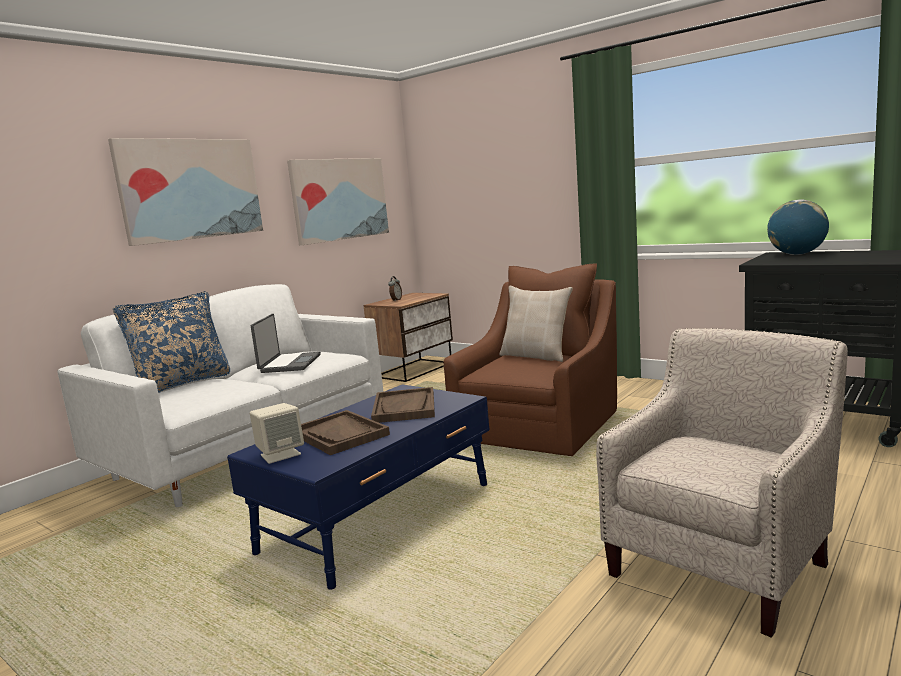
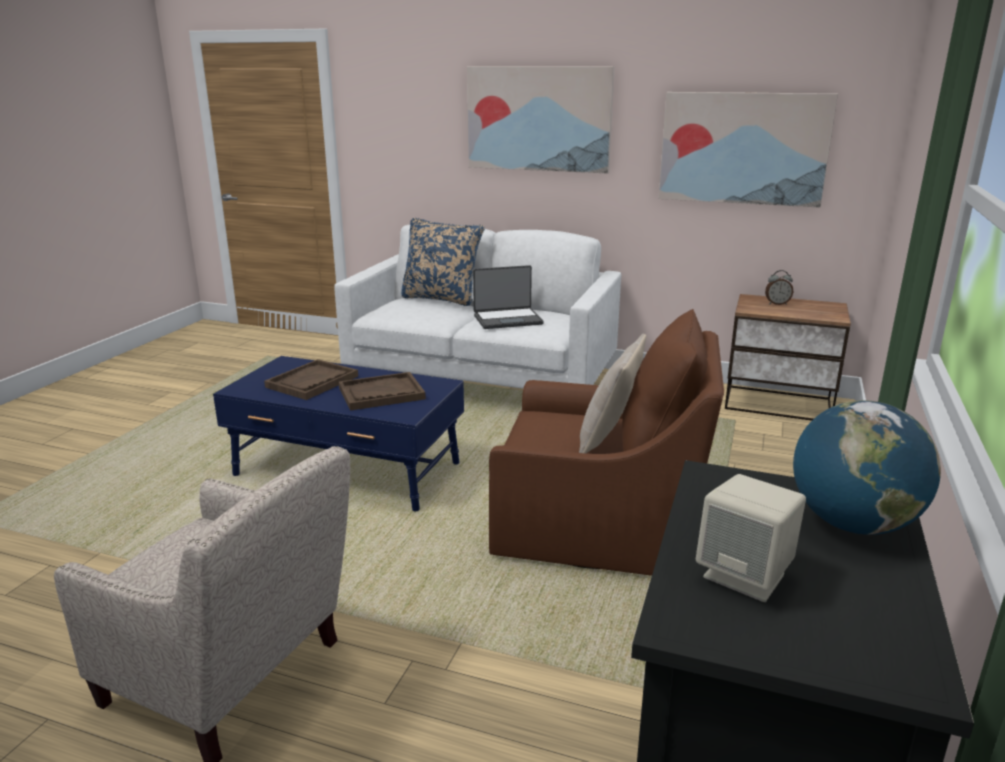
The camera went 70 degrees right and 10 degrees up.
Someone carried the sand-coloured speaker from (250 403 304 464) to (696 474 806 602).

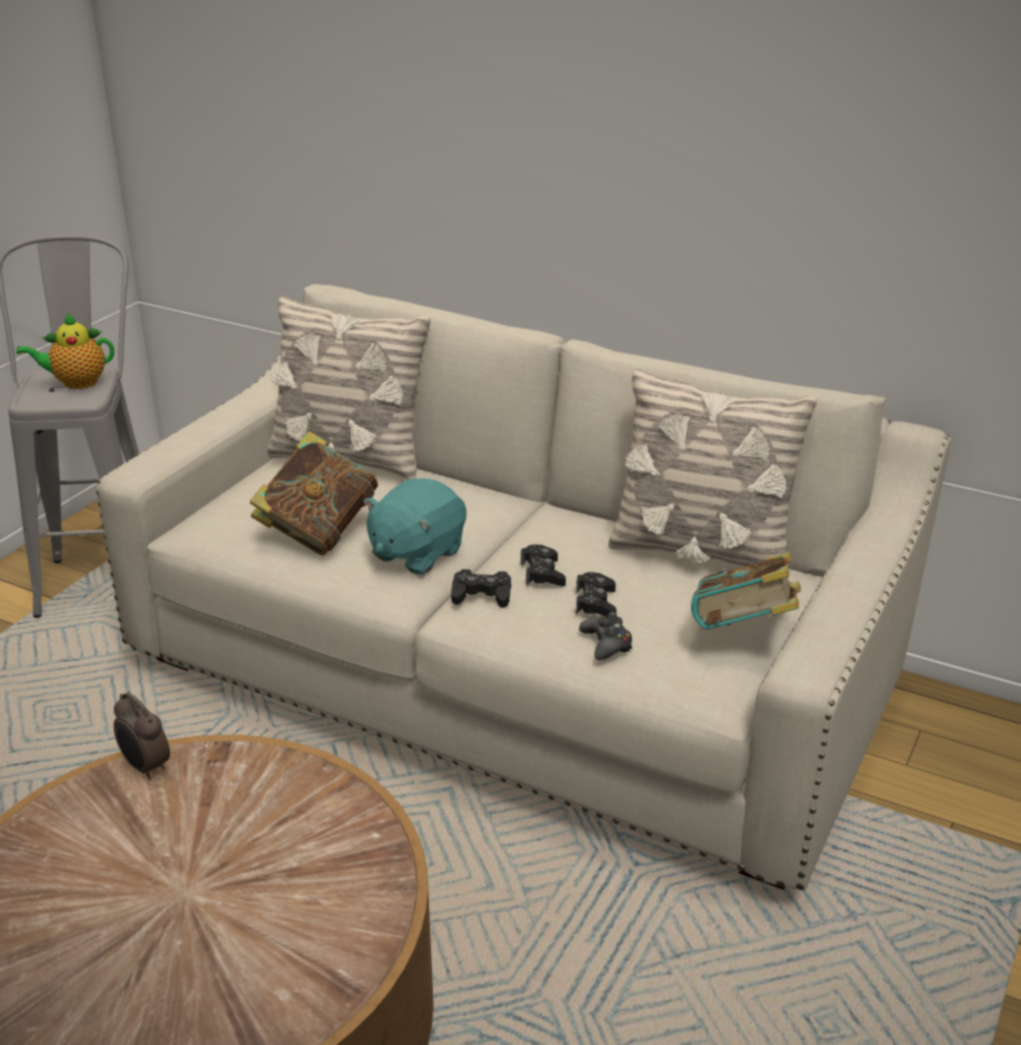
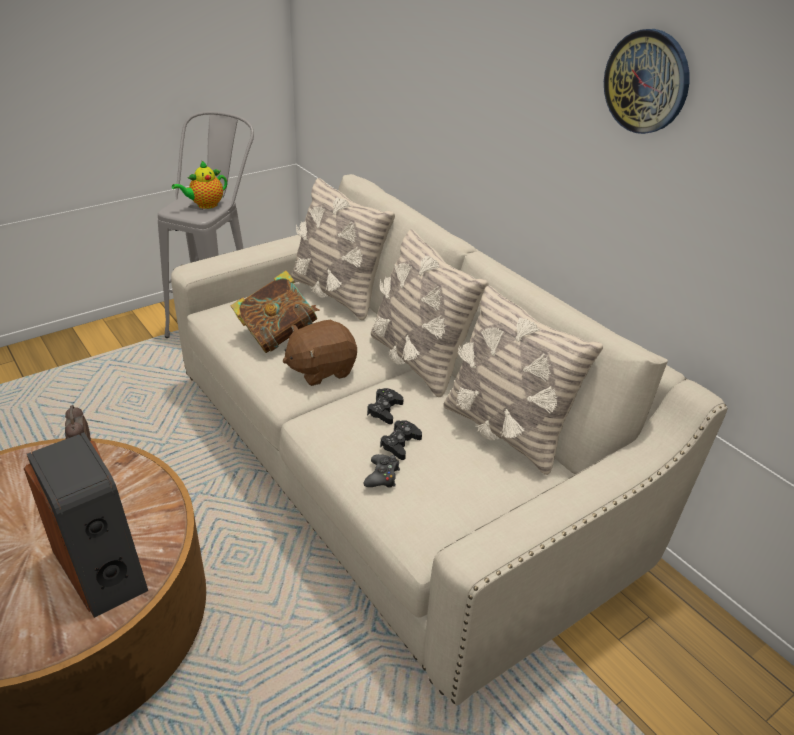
The camera went 25 degrees right and 5 degrees up.
Someone took away the black-coloured game controller at (451 569 511 608).
Someone took away the volume at (691 552 801 630).
Someone put down the speaker at (24 433 148 618).
Someone put down the sand-coloured cushion at (371 229 489 397).
Someone put up the wall clock at (604 29 689 134).
Someone repainted the turquoise-coloured cuddly toy at (363 478 467 575), which became the brown cuddly toy at (283 320 357 386).
Someone rotated the teapot at (17 313 114 389) by 45 degrees counterclockwise.

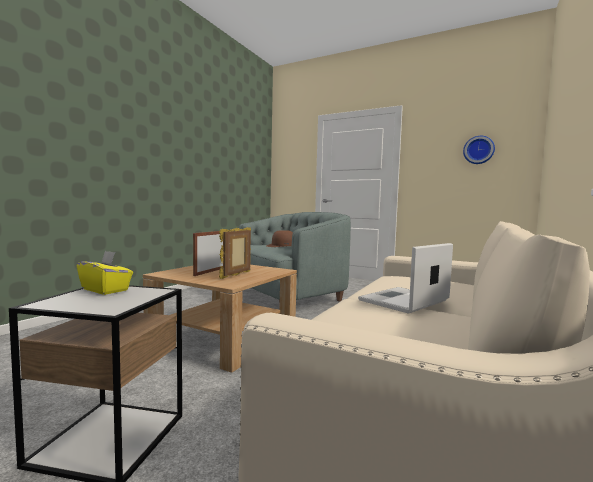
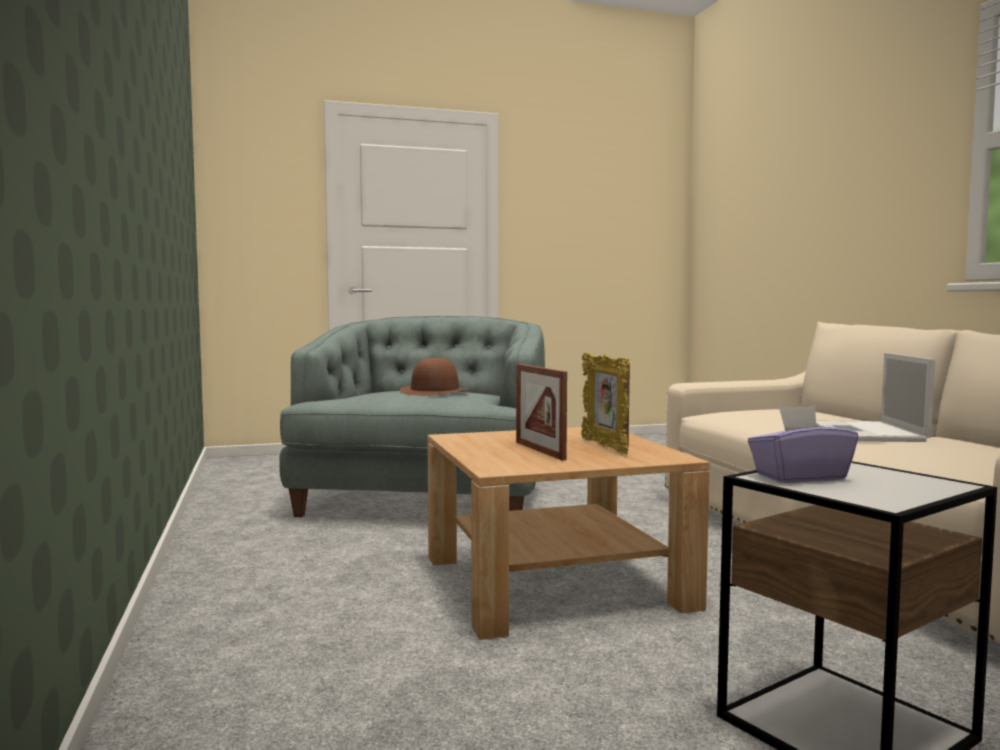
The camera went 45 degrees left and 0 degrees up.
Someone took away the wall clock at (463 136 495 164).
Someone repainted the yellow box of tissues at (77 251 133 295), which became the purple box of tissues at (748 406 859 483).

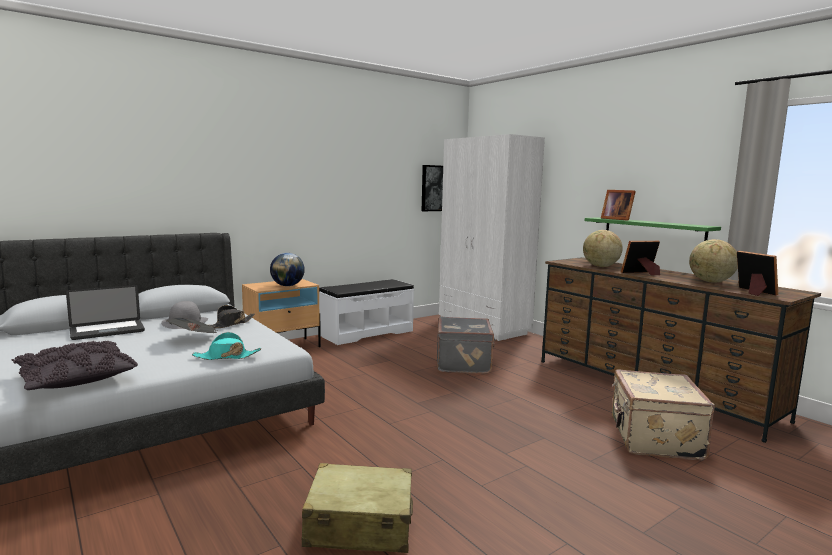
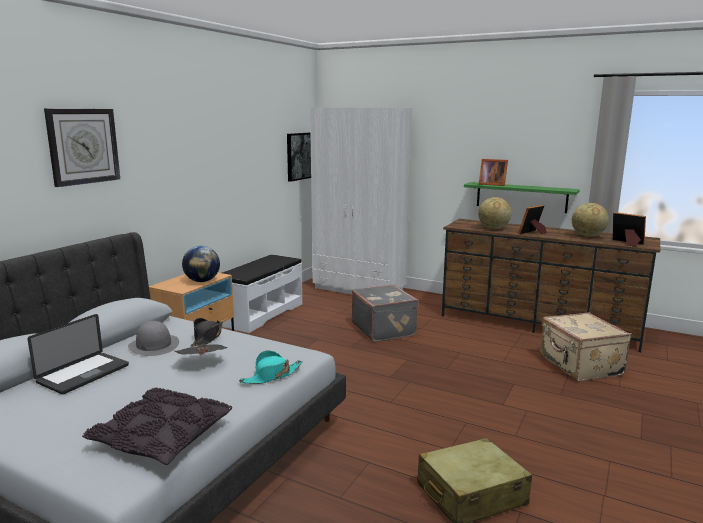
The camera went 25 degrees left and 5 degrees up.
Someone put up the wall clock at (44 109 120 187).

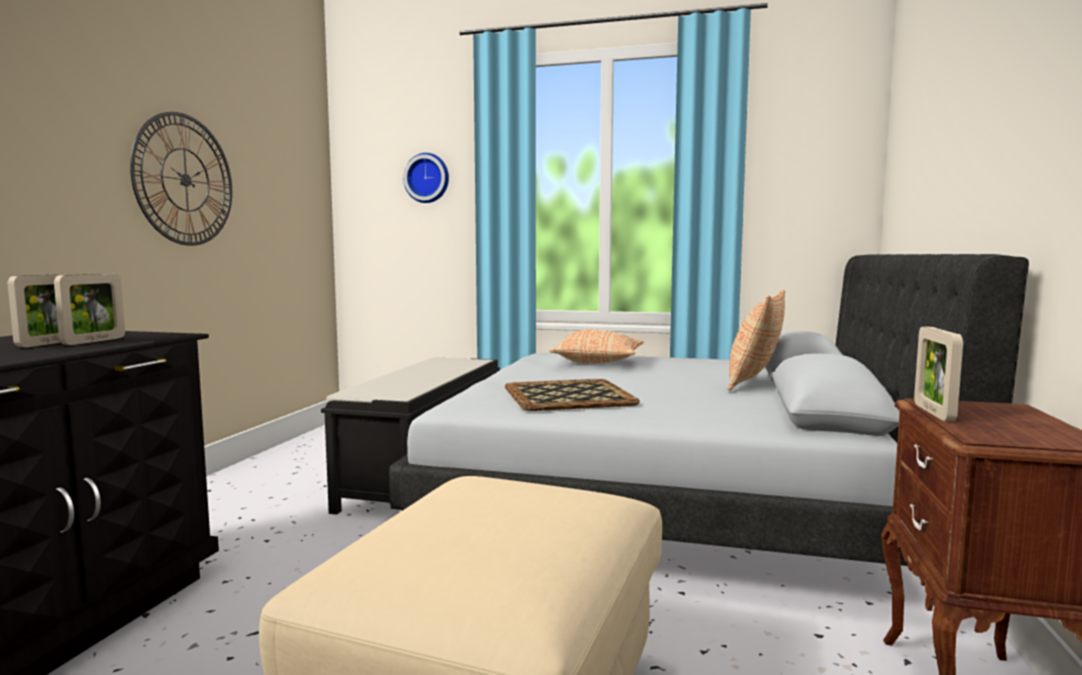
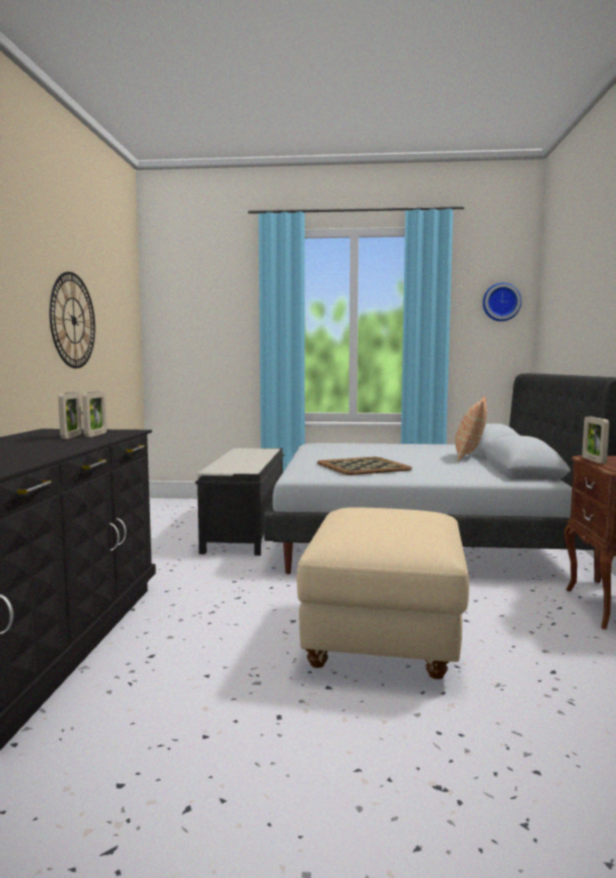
The camera went 10 degrees left and 0 degrees up.
Someone took away the sand-coloured cushion at (549 329 644 363).
Someone carried the wall clock from (403 153 449 203) to (483 283 522 321).

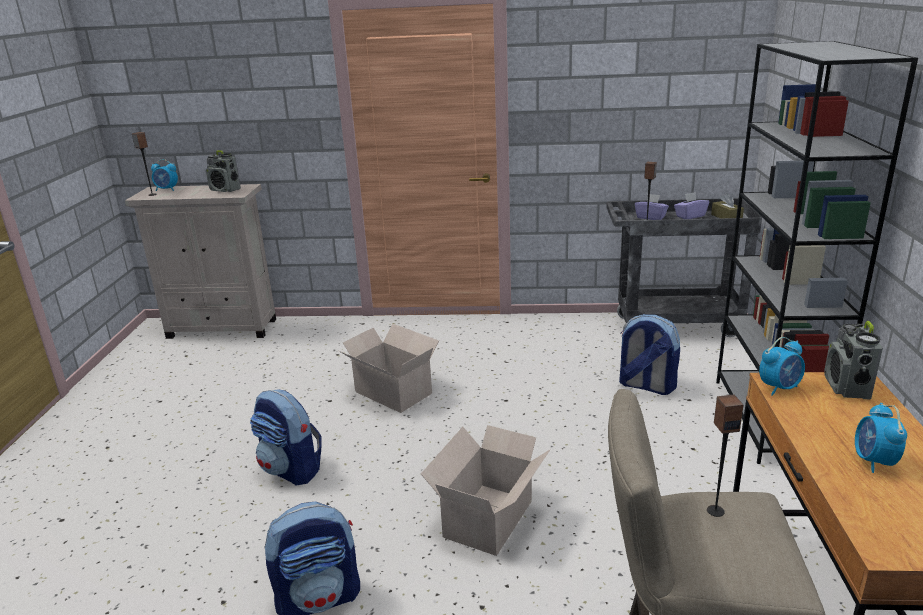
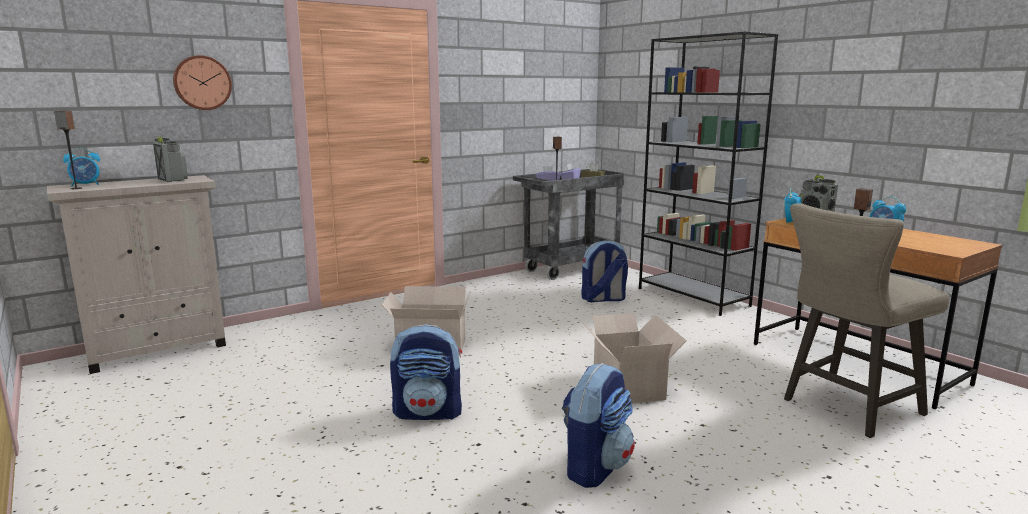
The camera went 40 degrees left and 10 degrees down.
Someone put up the wall clock at (173 55 232 110).
Someone rotated the radio at (206 150 241 192) by 120 degrees counterclockwise.

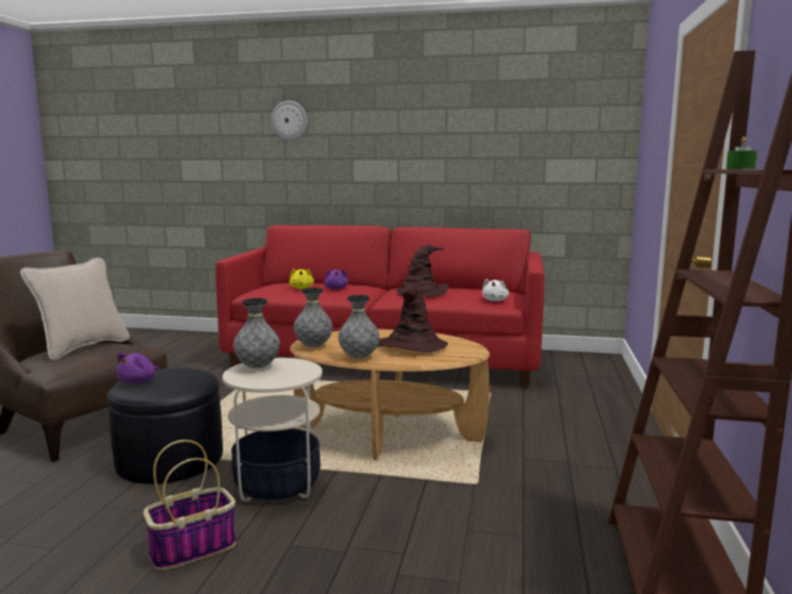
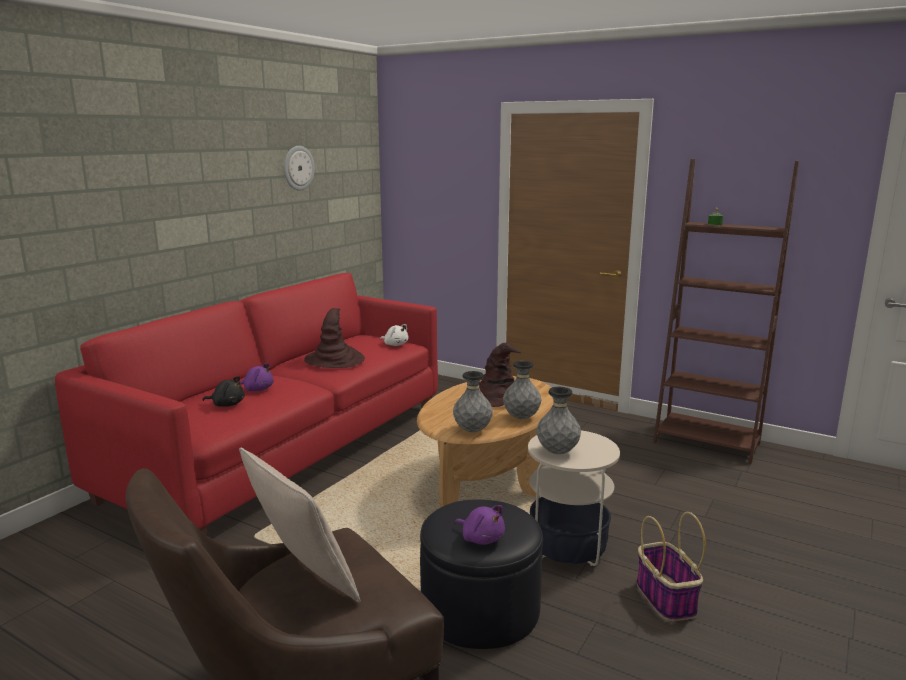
The camera went 70 degrees left and 5 degrees up.
Someone carried the wall clock from (271 101 308 141) to (284 146 315 191).
Someone repainted the yellow cuddly toy at (289 269 314 289), which became the black-coloured cuddly toy at (202 376 245 407).

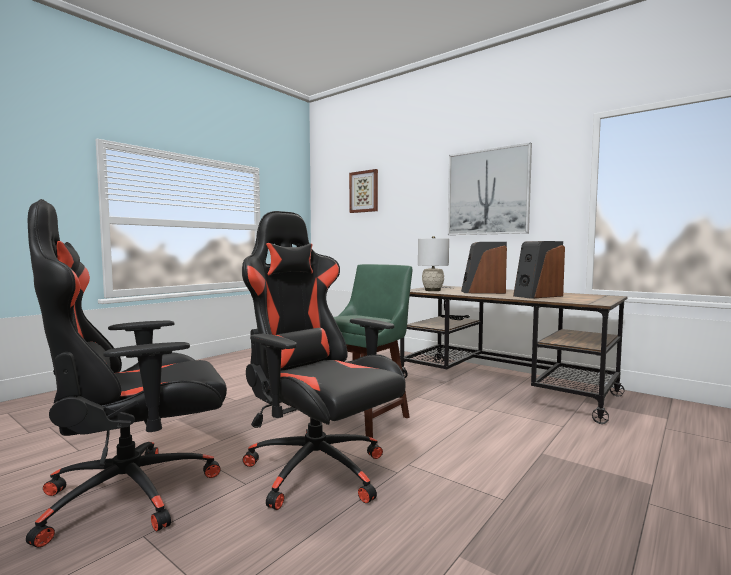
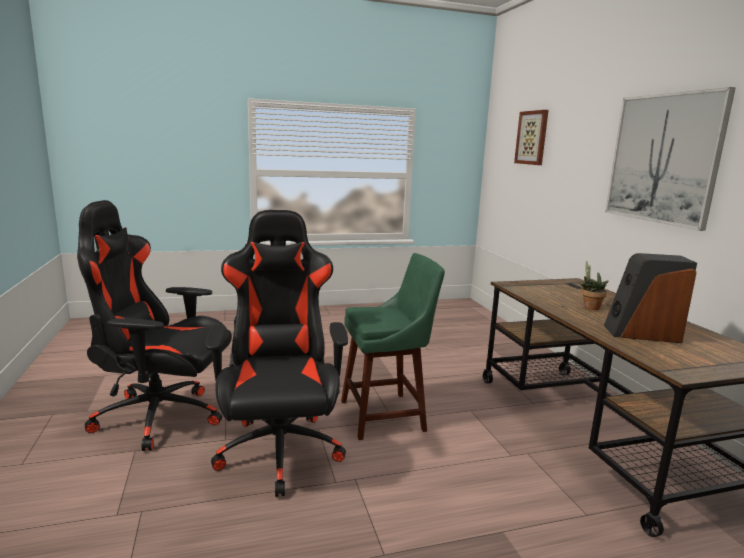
The camera went 35 degrees right and 10 degrees up.
Someone took away the whitish lamp for a table at (418 236 449 291).
Someone swapped the speaker at (461 242 507 294) for the potted plant at (579 261 609 310).

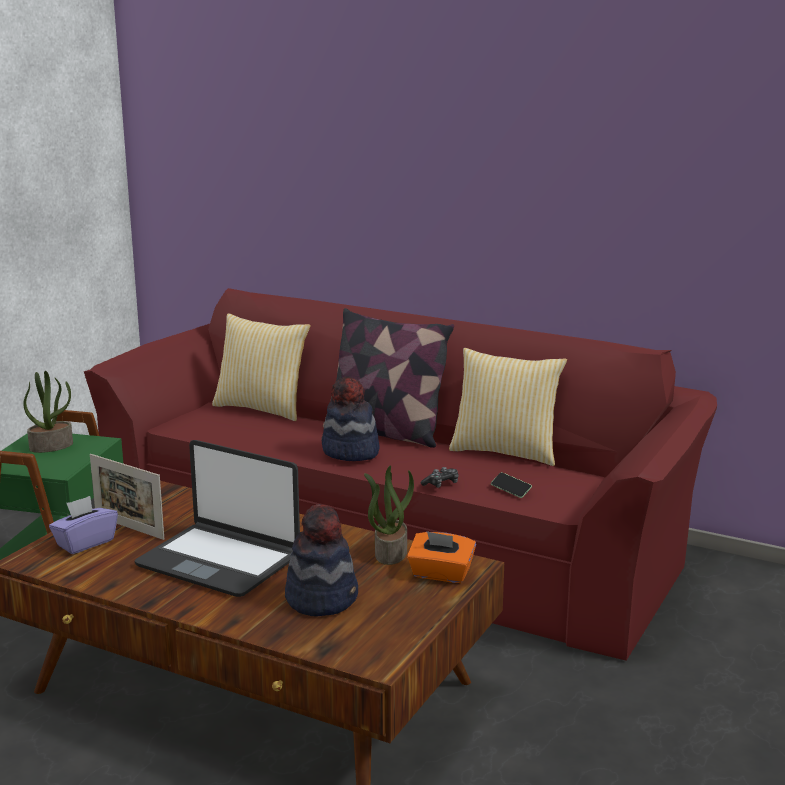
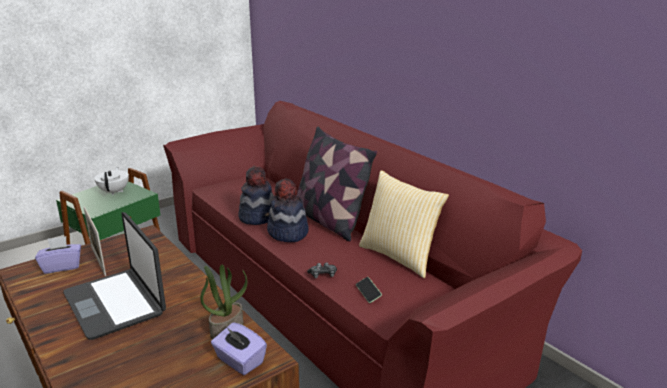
The camera went 25 degrees right and 5 degrees up.
Someone took away the cushion at (212 313 311 421).
Someone carried the clothing hat from (285 504 358 617) to (238 166 274 225).
Someone swapped the potted plant at (24 371 73 453) for the whitish teapot at (94 167 129 195).
Someone repainted the orange-coloured box of tissues at (407 531 476 583), which became the purple box of tissues at (211 323 267 375).

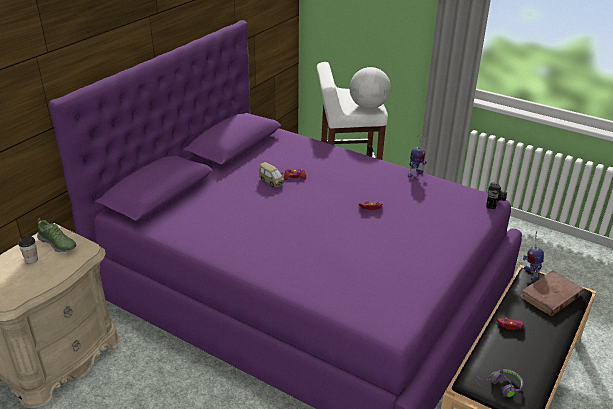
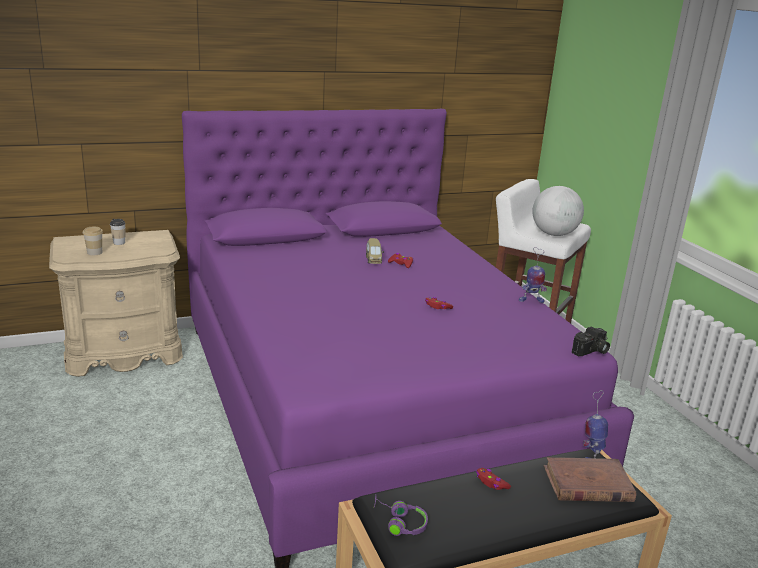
The camera went 35 degrees right and 10 degrees down.
Someone took away the item of footwear at (37 218 76 252).
Someone put down the drinking cup at (83 227 103 255).

